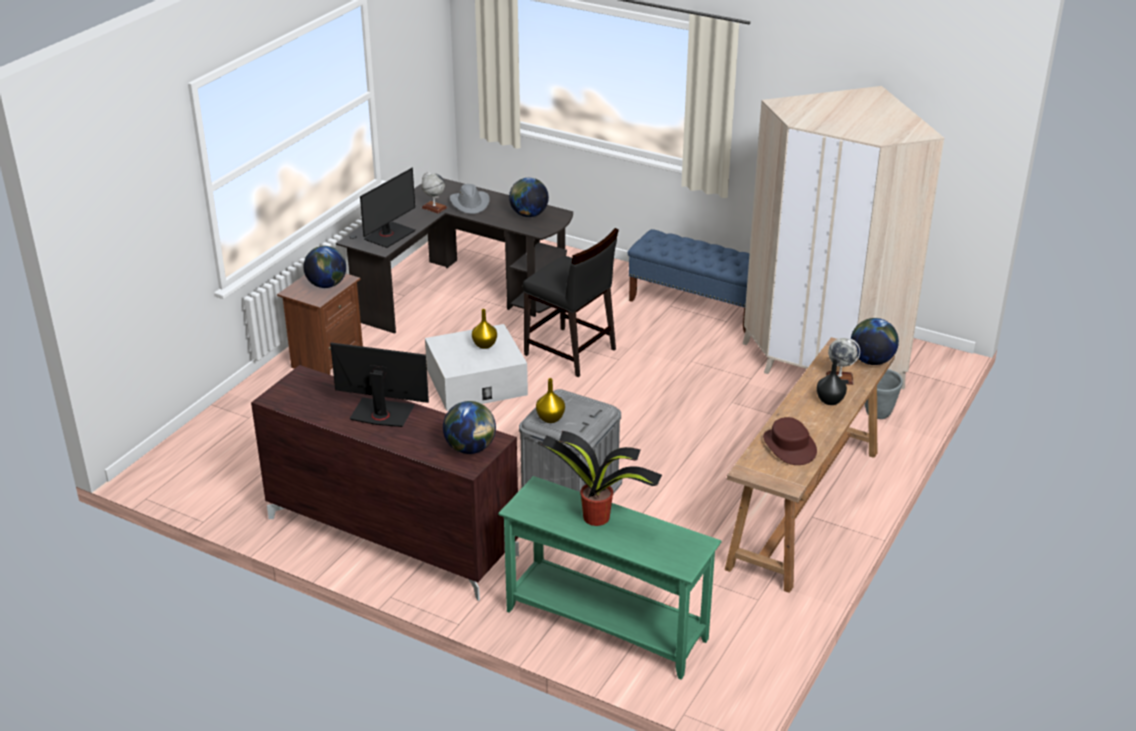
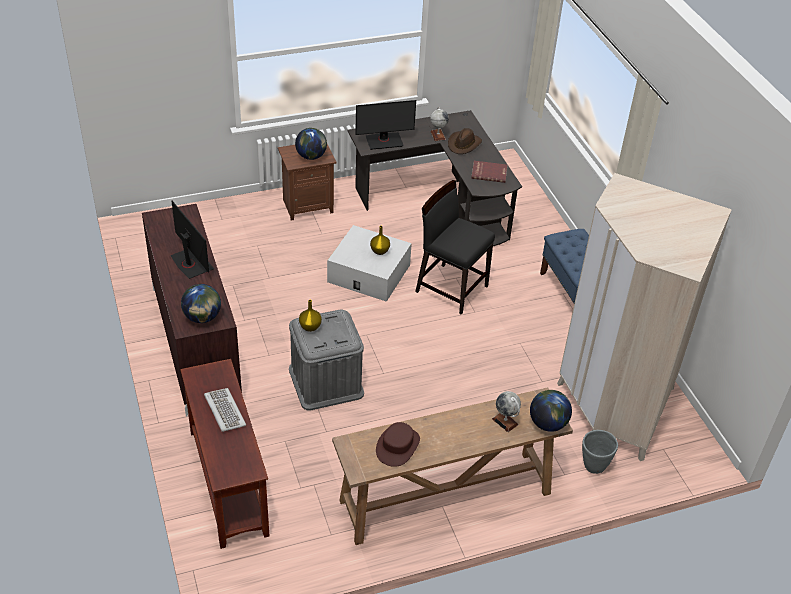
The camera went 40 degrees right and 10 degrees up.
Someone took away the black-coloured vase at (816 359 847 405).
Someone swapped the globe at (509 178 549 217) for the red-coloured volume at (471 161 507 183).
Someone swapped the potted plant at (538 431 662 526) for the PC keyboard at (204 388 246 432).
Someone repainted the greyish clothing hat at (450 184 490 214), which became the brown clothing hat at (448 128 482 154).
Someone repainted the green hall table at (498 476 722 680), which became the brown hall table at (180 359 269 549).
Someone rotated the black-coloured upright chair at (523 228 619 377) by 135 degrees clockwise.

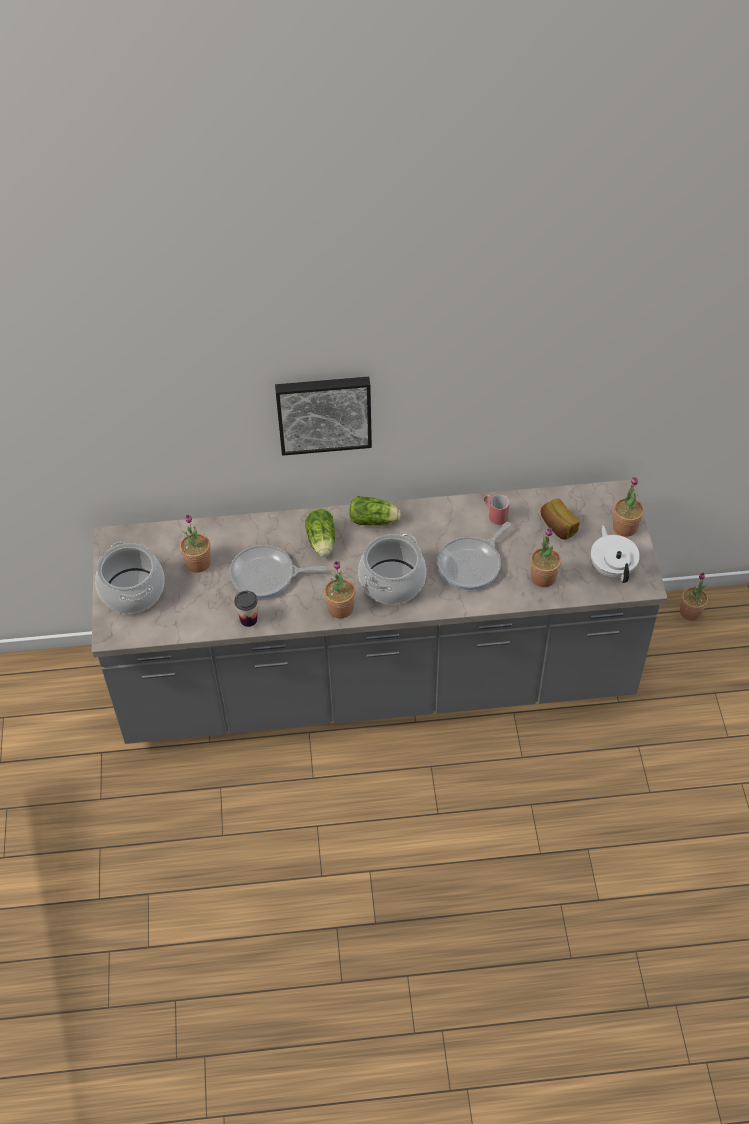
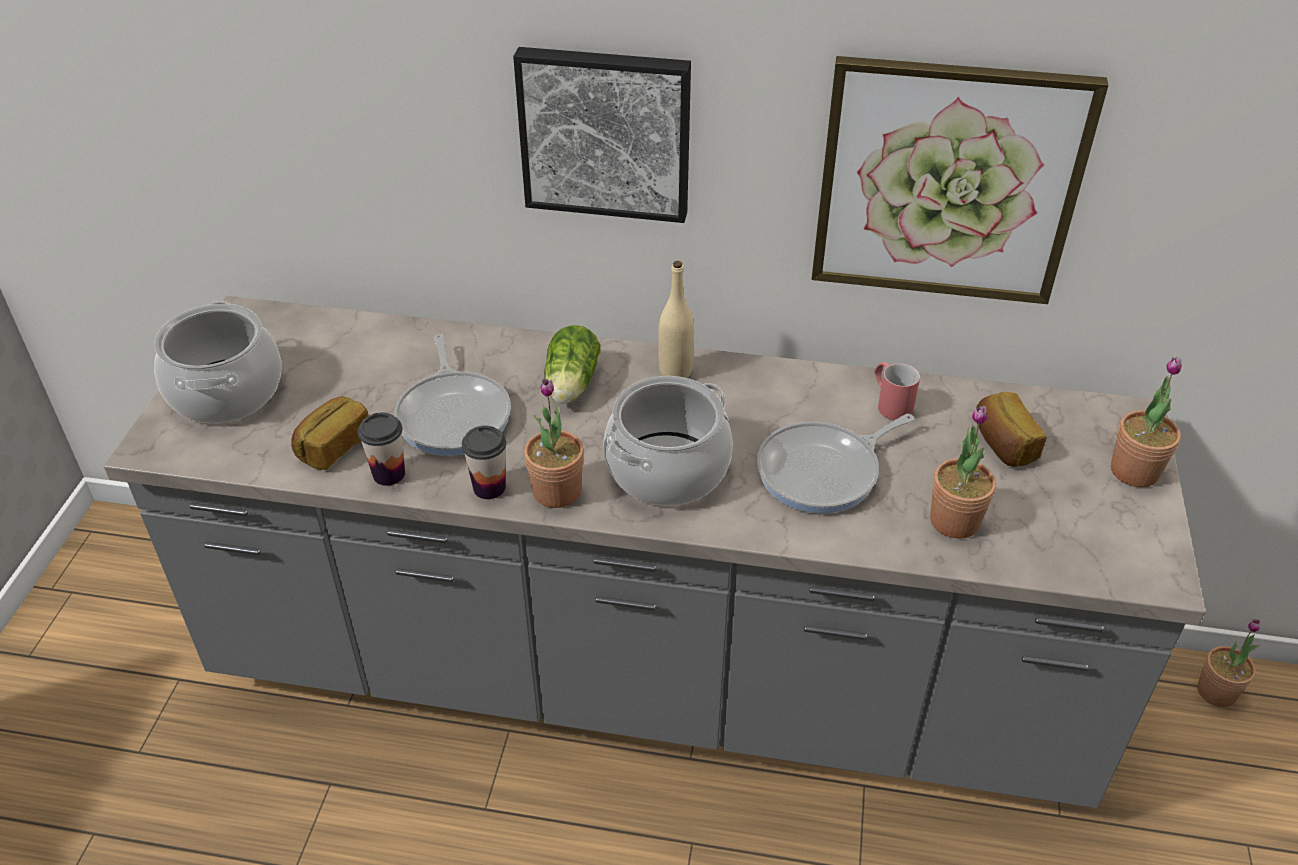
The camera went 15 degrees right and 10 degrees down.
Someone took away the potted plant at (180 515 211 573).
Someone took away the whitish teapot at (591 525 640 583).
Someone put down the bread at (291 397 369 470).
Someone put down the drinking cup at (462 426 506 499).
Someone put up the picture at (812 56 1108 304).
Someone swapped the head of lettuce at (350 496 401 526) for the sand-coloured bottle at (658 261 694 378).
Someone rotated the skillet at (230 545 326 599) by 120 degrees counterclockwise.

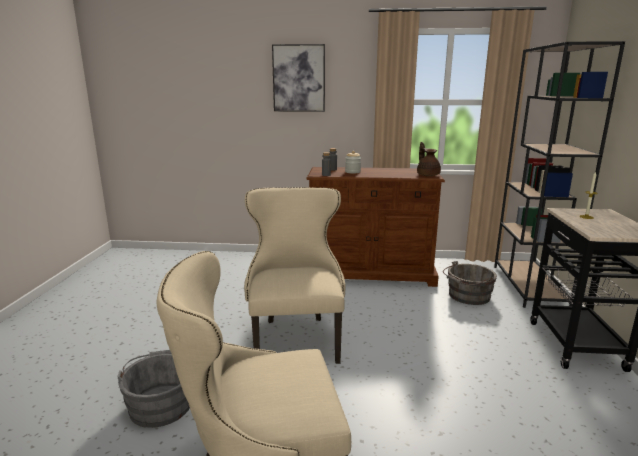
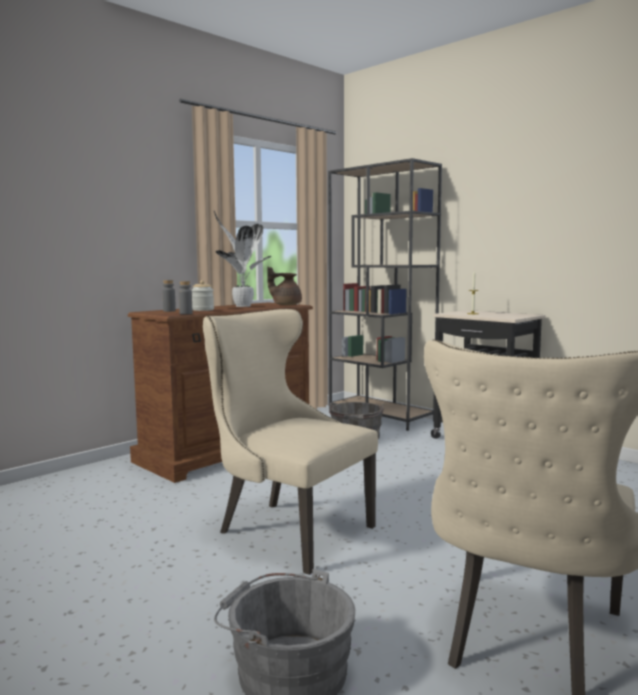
The camera went 50 degrees left and 10 degrees down.
Someone took away the picture at (272 44 325 112).
Someone put down the potted plant at (214 211 271 307).

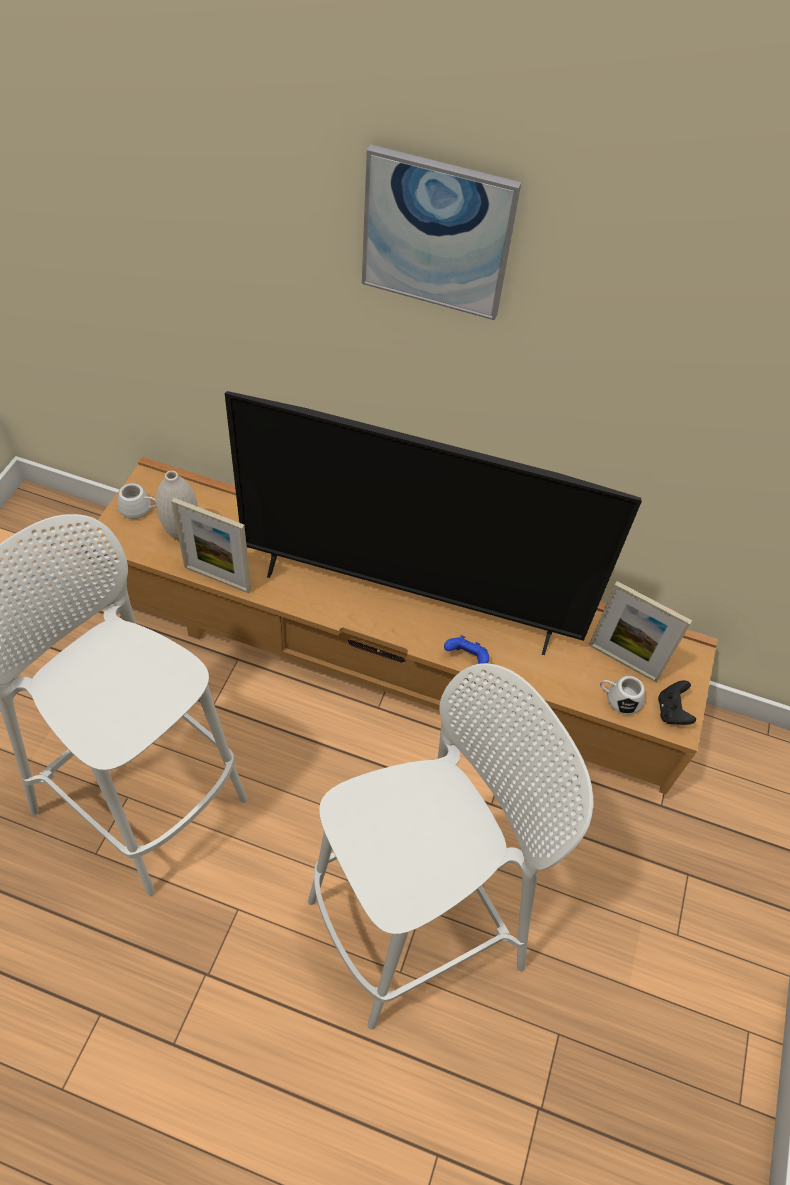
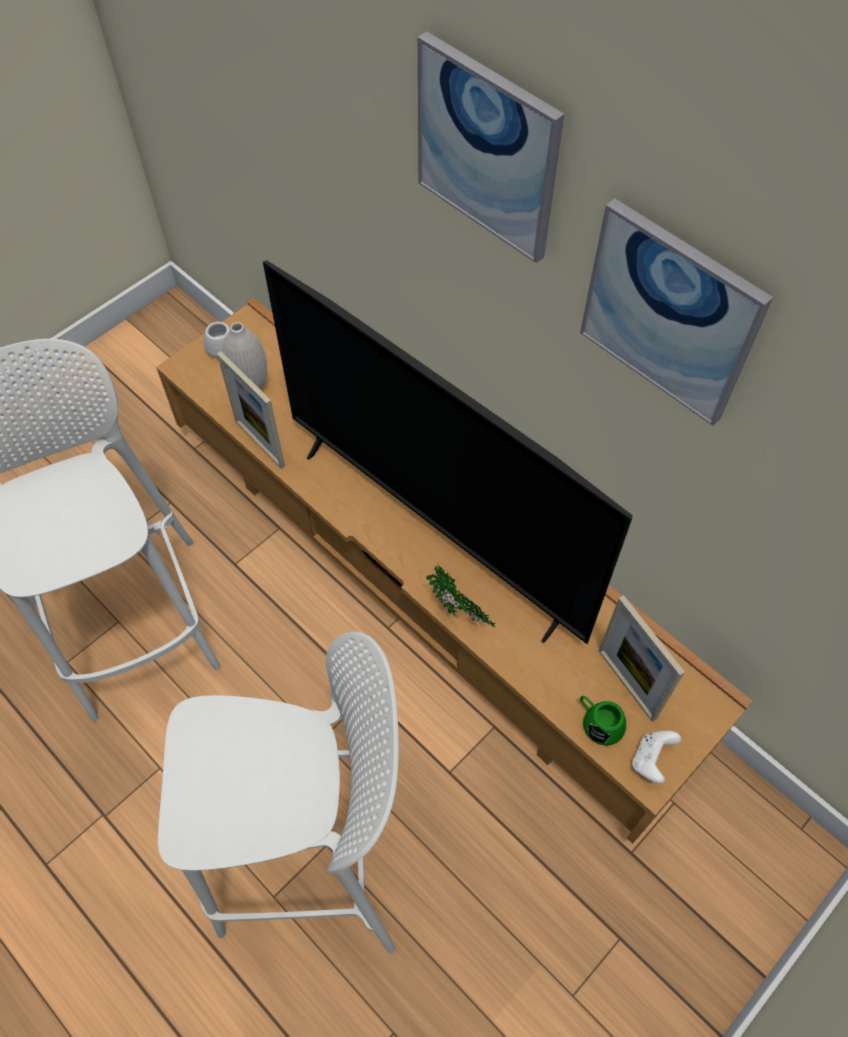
The camera went 30 degrees right and 5 degrees up.
Someone put up the picture at (580 198 773 426).
Someone swapped the bluish game controller at (444 635 489 664) for the potted plant at (426 565 496 628).
Someone repainted the whitish mug at (600 676 645 715), which became the green mug at (580 696 626 746).
Someone repainted the black-coloured game controller at (658 680 696 725), which became the whitish game controller at (632 731 681 784).

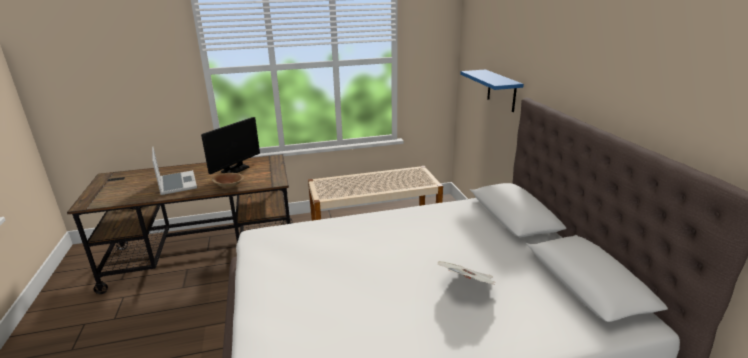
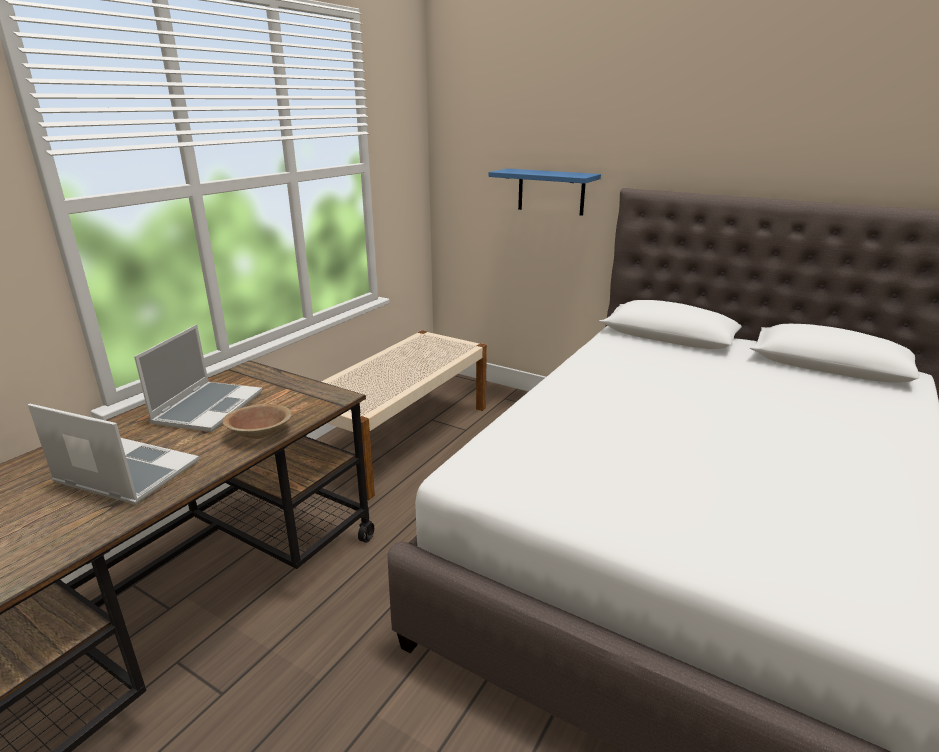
The camera went 45 degrees left and 0 degrees up.
Someone took away the newspaper at (438 261 496 285).
Someone swapped the computer display at (201 117 260 174) for the notebook computer at (134 324 262 432).

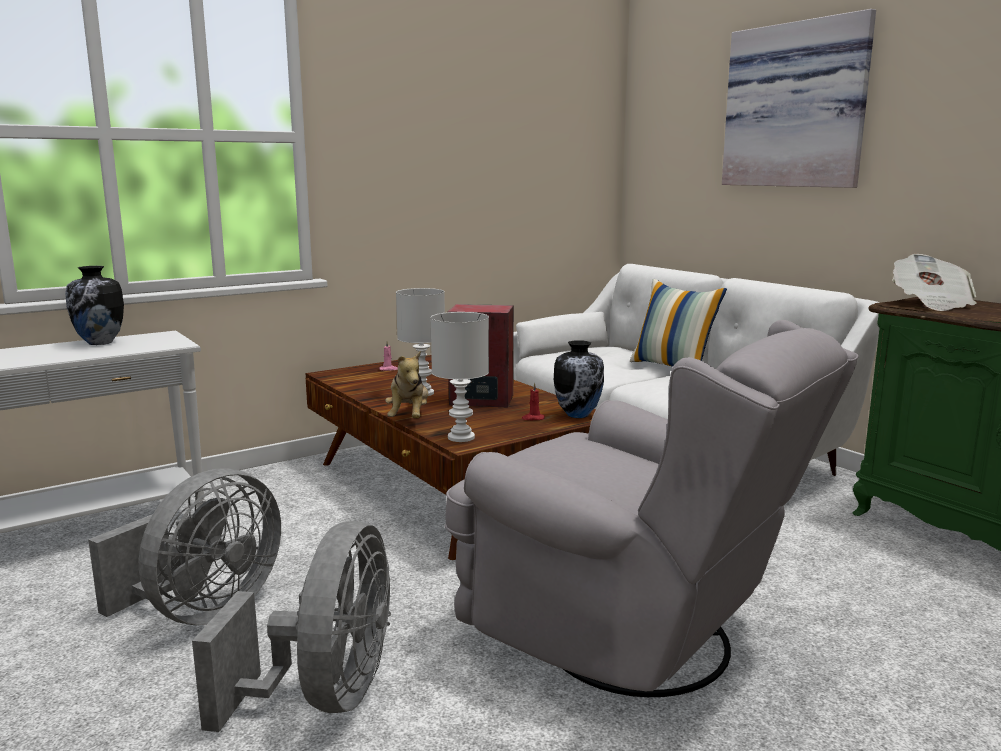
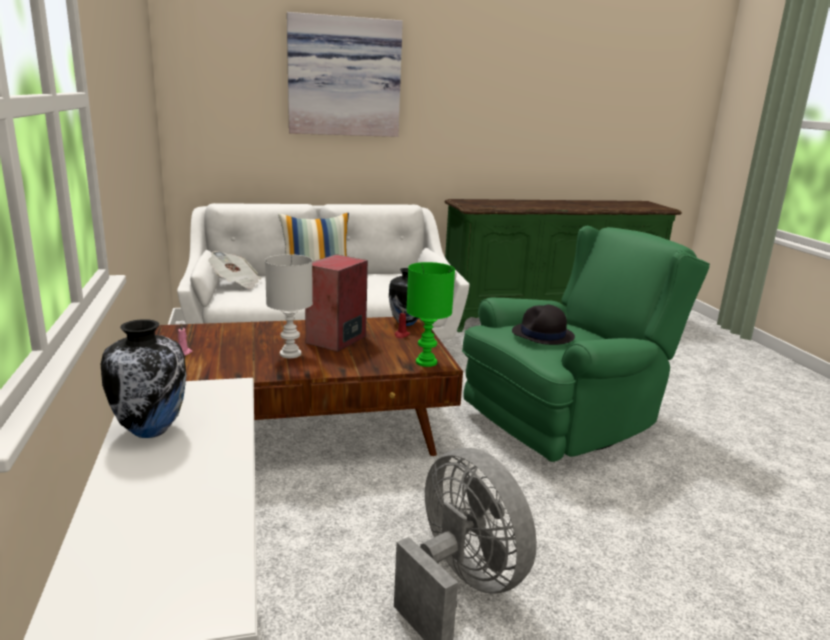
The camera went 70 degrees left and 5 degrees up.
Someone took away the greyish fan at (192 521 391 732).
Someone took away the cuddly toy at (385 351 428 418).
Someone put down the black-coloured clothing hat at (512 304 575 345).
Someone carried the newspaper from (893 254 977 311) to (208 251 261 289).
Someone repainted the whitish lamp for a table at (431 312 489 442), which became the green lamp for a table at (406 262 455 367).
Someone repainted the greyish lounge chair at (445 320 859 697), which became the green lounge chair at (462 226 710 462).

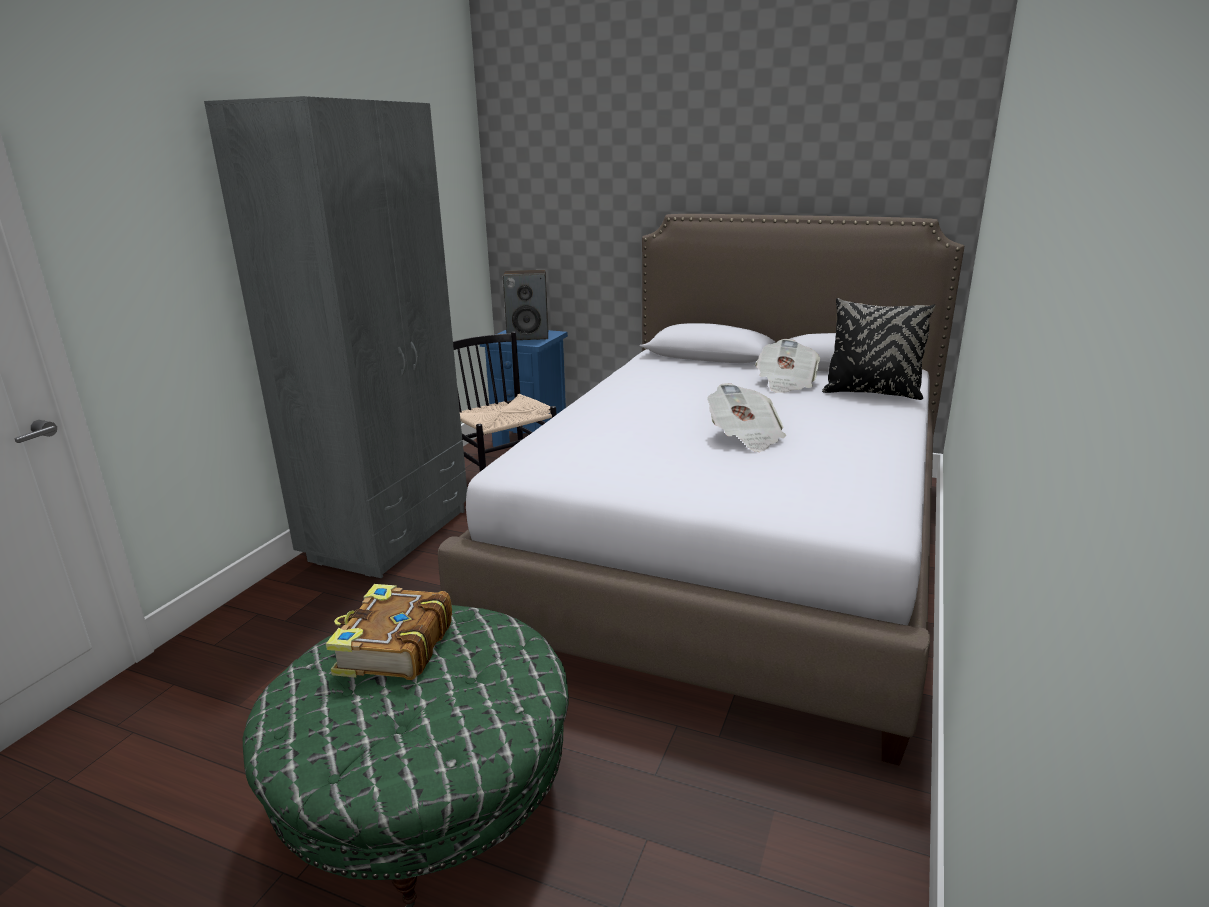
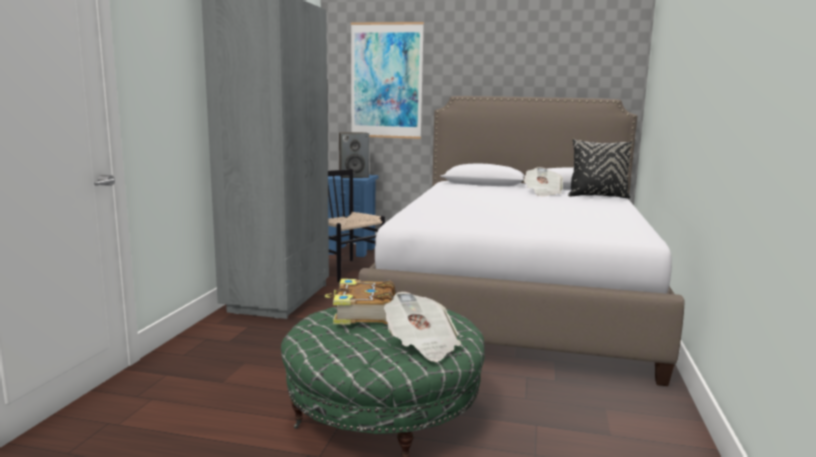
The camera went 10 degrees left and 10 degrees down.
Someone put up the picture at (351 22 424 139).
Someone carried the newspaper from (707 383 786 452) to (384 292 461 362).

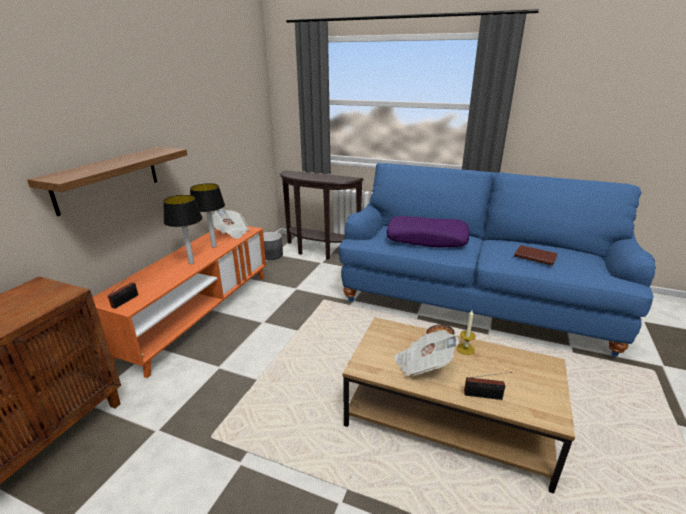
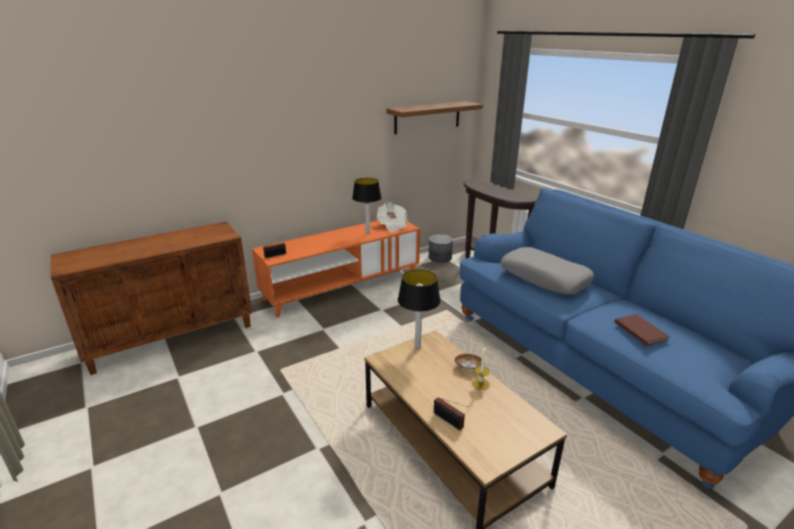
The camera went 35 degrees right and 0 degrees up.
Someone took away the newspaper at (394 330 459 377).
Someone carried the shelf from (27 147 187 216) to (386 101 483 134).
Someone carried the lamp for a table from (163 195 202 264) to (398 270 441 349).
Someone repainted the purple cushion at (387 216 469 248), which became the greyish cushion at (500 247 594 295).

